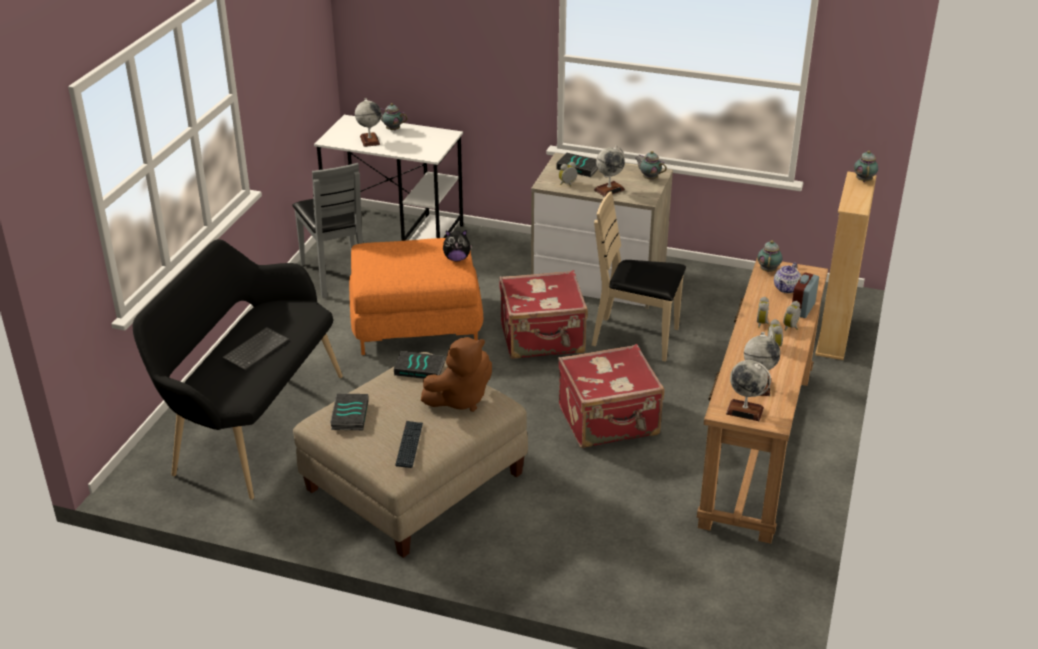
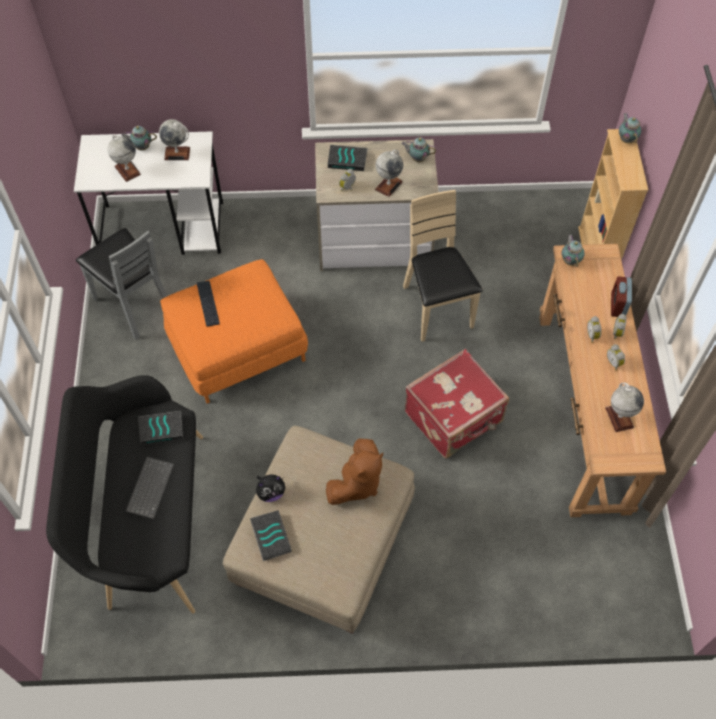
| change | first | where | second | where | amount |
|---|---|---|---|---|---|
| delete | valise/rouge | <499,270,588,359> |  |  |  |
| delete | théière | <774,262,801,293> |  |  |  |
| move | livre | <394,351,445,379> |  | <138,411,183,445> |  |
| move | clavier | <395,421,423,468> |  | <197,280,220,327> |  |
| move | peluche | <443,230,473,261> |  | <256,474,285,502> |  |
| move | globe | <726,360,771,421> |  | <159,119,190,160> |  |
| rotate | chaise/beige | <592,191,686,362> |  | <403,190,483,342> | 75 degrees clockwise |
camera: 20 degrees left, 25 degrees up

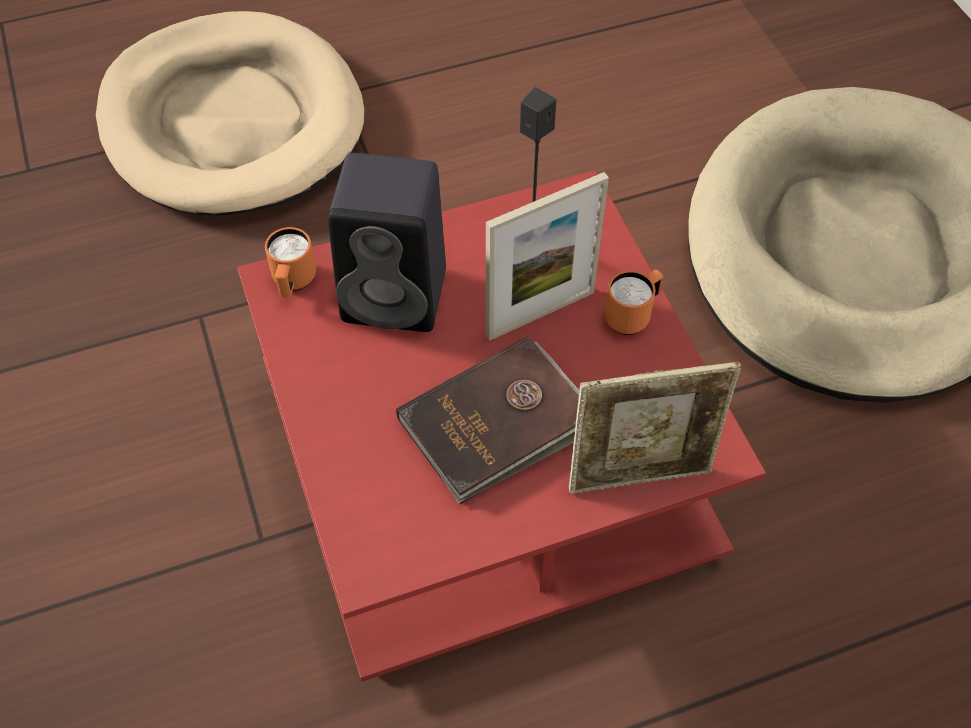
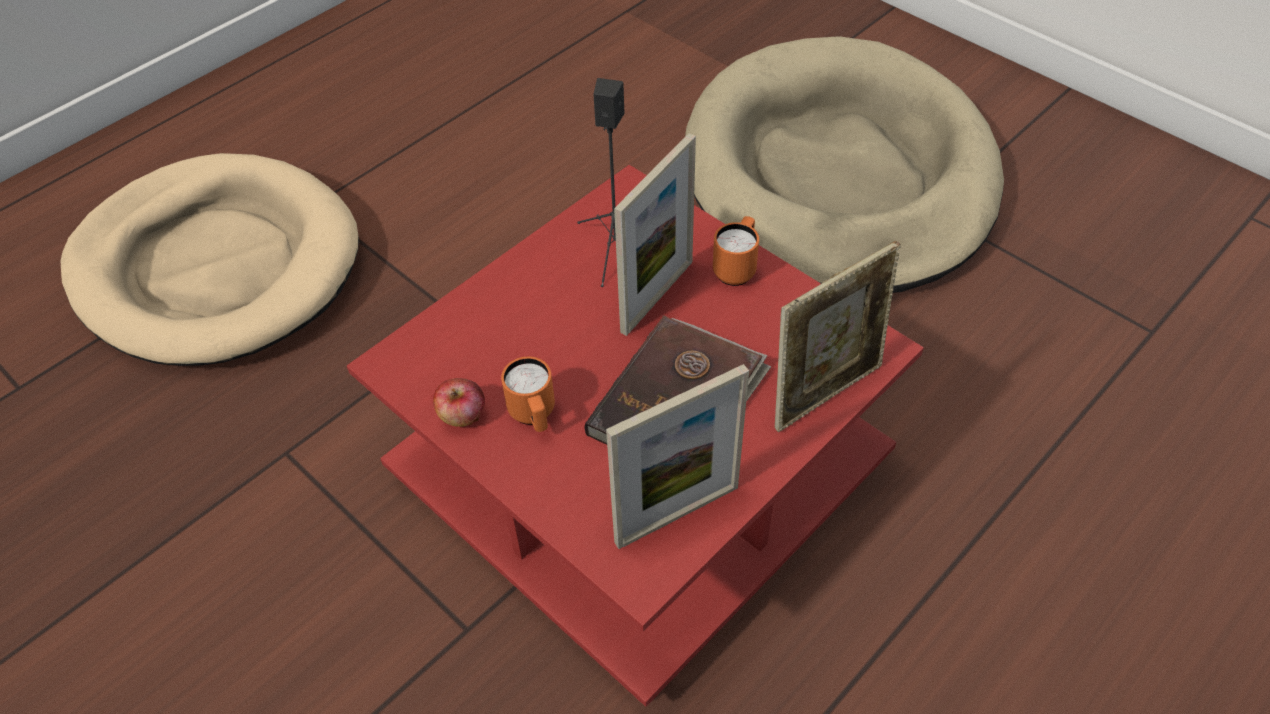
| change | first | where | second | where | amount |
|---|---|---|---|---|---|
| delete | enceinte/noir | <328,153,446,332> |  |  |  |
| insert |  |  | pomme | <433,378,485,427> |  |
| insert |  |  | cadre photo | <606,364,749,549> |  |
| move | mug/orange | <265,227,316,298> |  | <501,356,555,432> |  |
camera: 25 degrees left, 5 degrees down

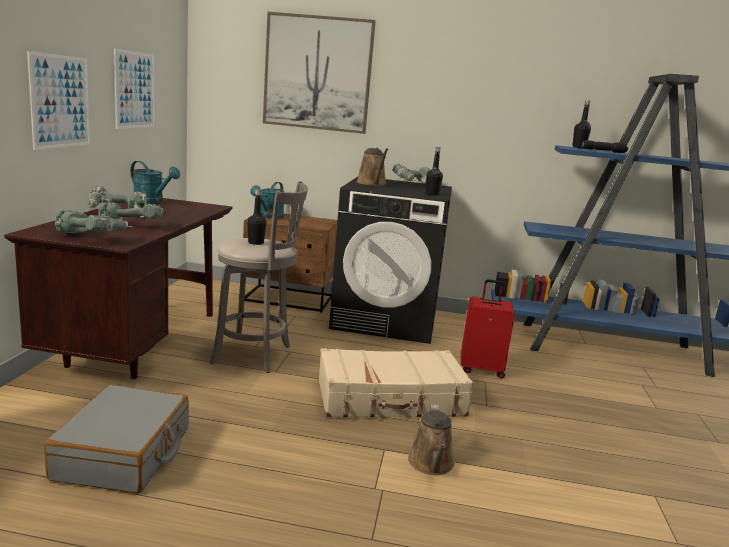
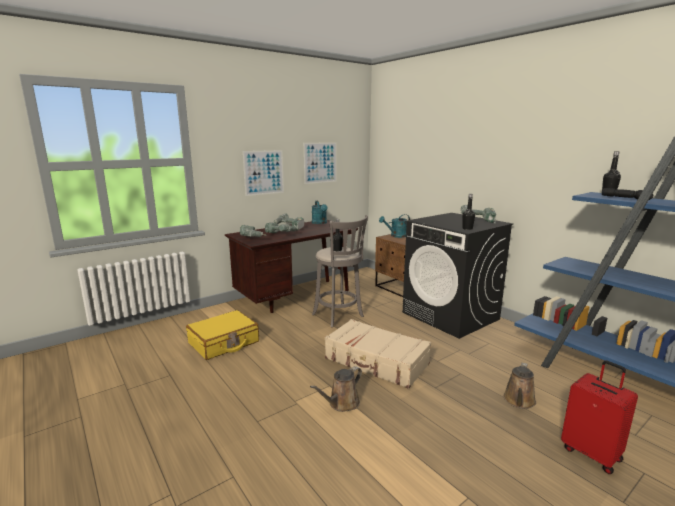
| change | first | where | second | where | amount |
|---|---|---|---|---|---|
| delete | tableau | <263,12,376,134> |  |  |  |
| move | arrosoir/marron | <356,148,388,186> |  | <503,363,536,409> |  |
| move | valise/rouge | <461,279,515,379> |  | <561,360,638,474> |  |
| recolor | valise/gris | <44,385,189,494> | valise/jaune | <186,310,259,360> |  |
camera: 45 degrees right, 0 degrees up

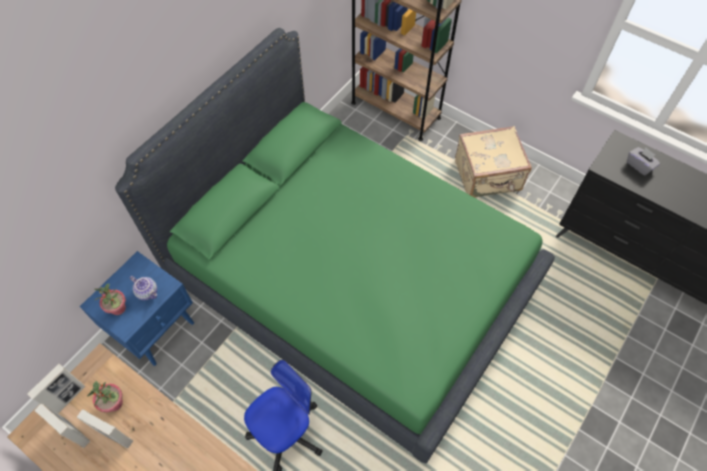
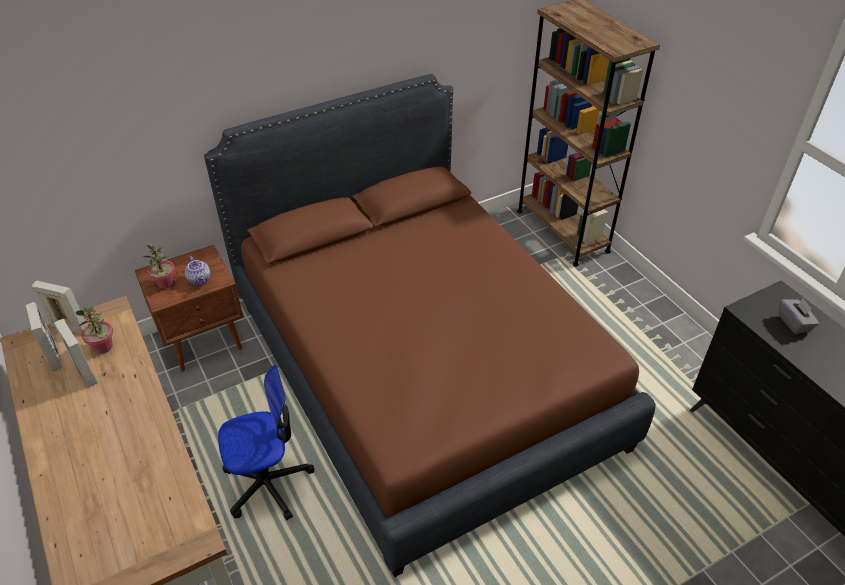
| change | first | where | second | where | amount |
|---|---|---|---|---|---|
| delete | valise/beige | <455,126,532,198> |  |  |  |
| recolor | table de chevet/bleu | <80,251,194,366> | table de chevet/marron | <135,245,243,372> |  |
| recolor | lit/vert | <115,28,555,463> | lit/marron | <204,74,656,577> |  |
| rotate | cadre photo | <27,364,85,413> |  | <31,281,87,334> | 135 degrees counterclockwise |
camera: 25 degrees right, 15 degrees down

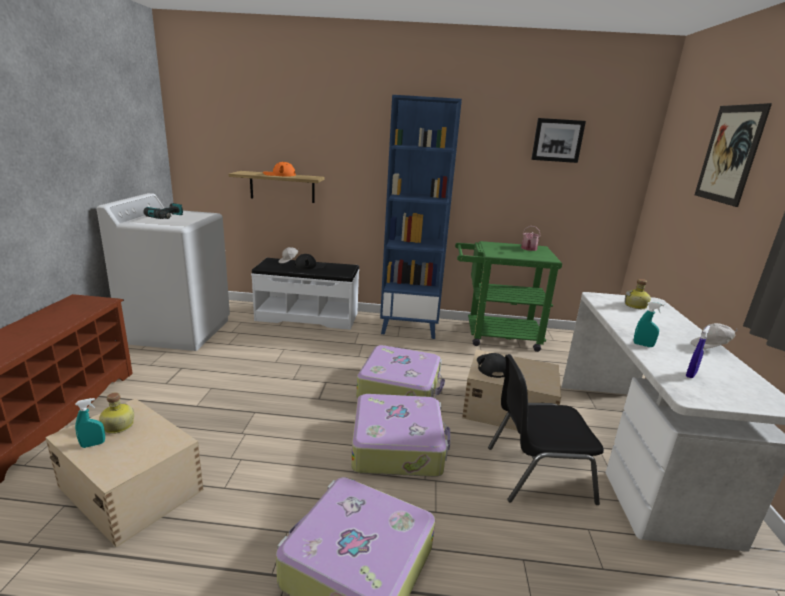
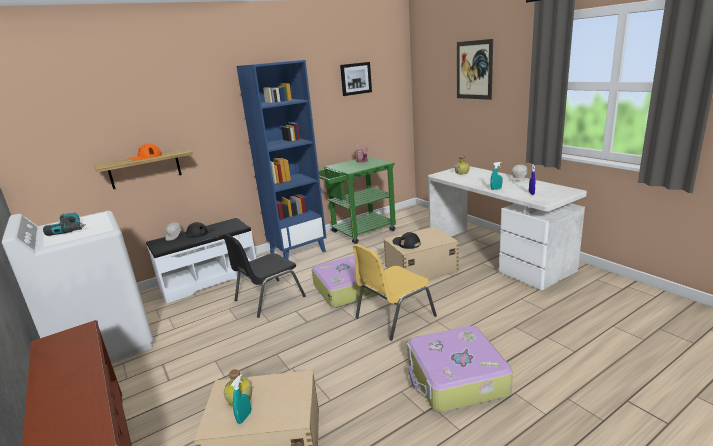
| change | first | where | second | where | amount |
|---|---|---|---|---|---|
| move | chaise/noir | <488,354,604,505> |  | <223,233,306,318> |  |
| replace | valise | <351,394,450,477> | chaise/jaune | <353,244,437,341> |  |
camera: 35 degrees left, 0 degrees up

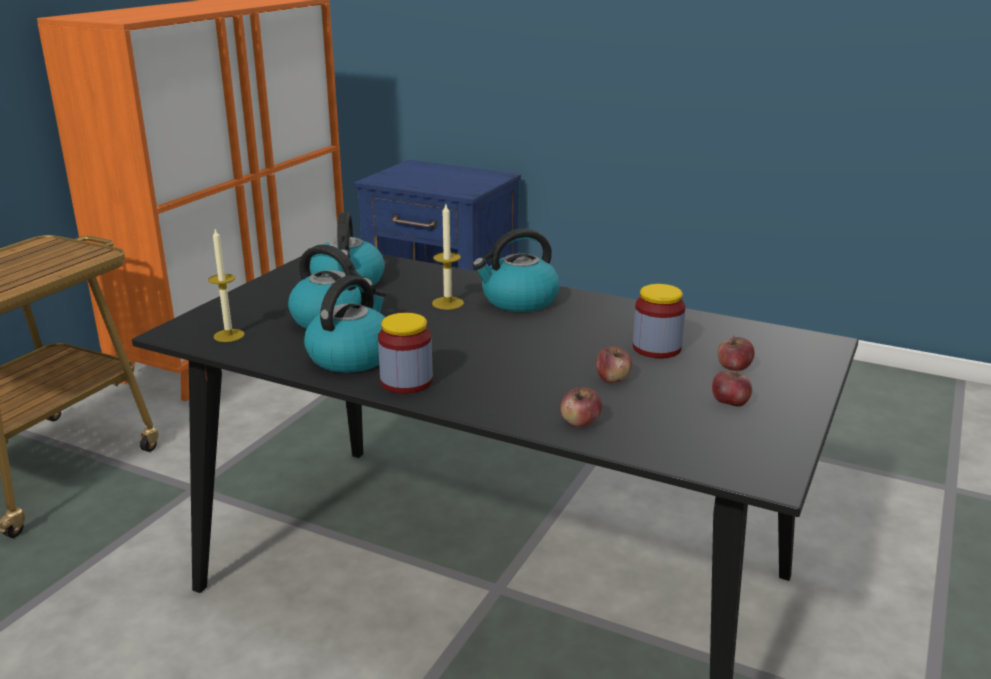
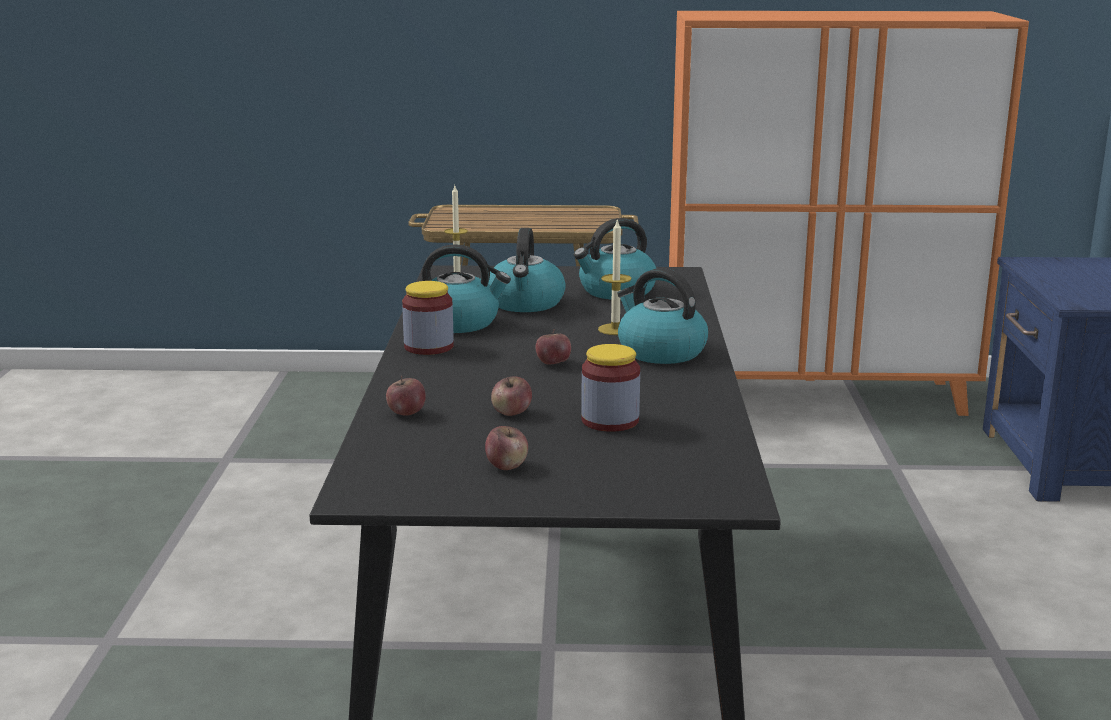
| change | first | where | second | where | amount |
|---|---|---|---|---|---|
| move | pomme | <718,336,754,371> |  | <536,329,571,365> |  |
camera: 65 degrees right, 5 degrees down

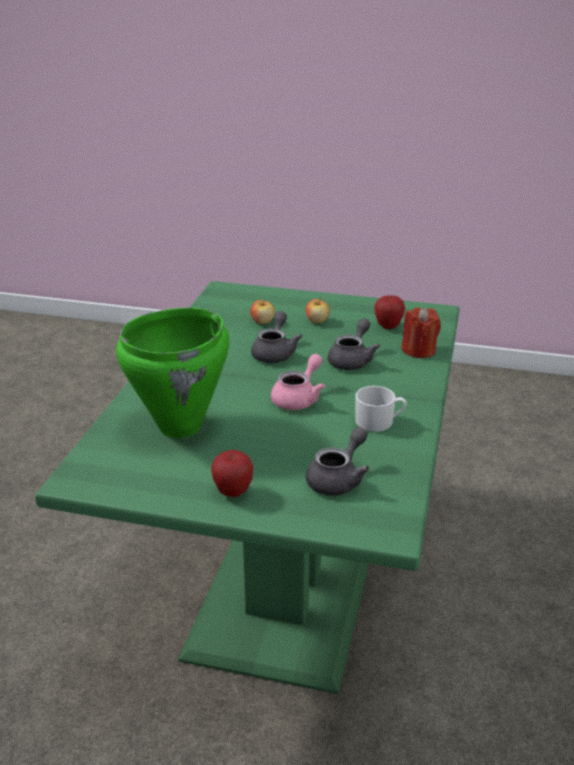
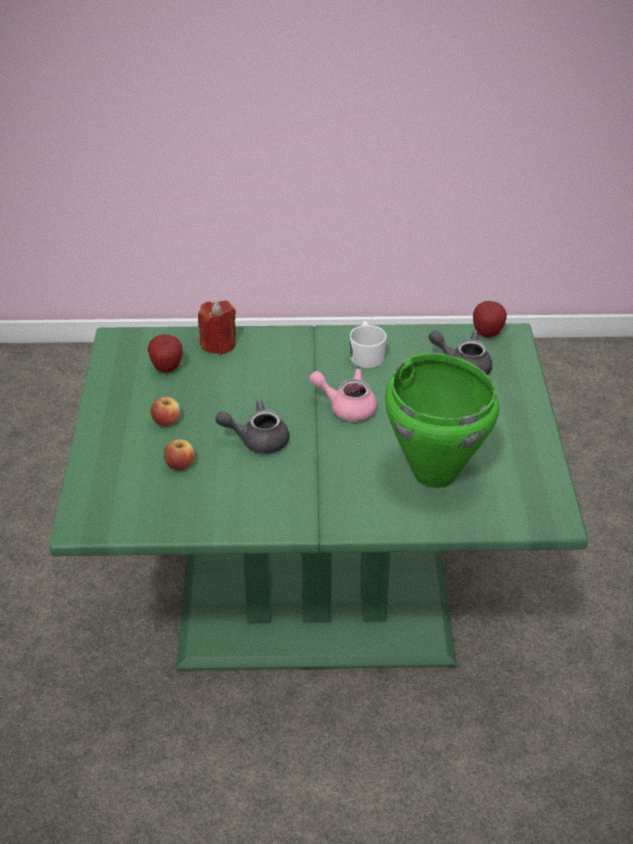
| change | first | where | second | where | amount |
|---|---|---|---|---|---|
| delete | théière/gris | <328,318,380,370> |  |  |  |
| move | pomme | <211,450,253,497> |  | <473,301,507,337> |  |
camera: 105 degrees left, 10 degrees up

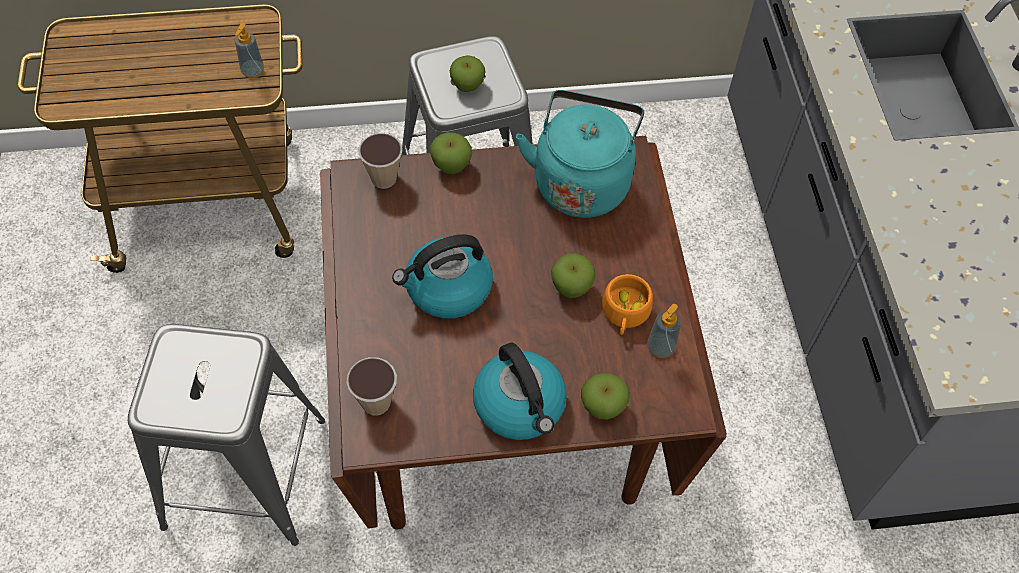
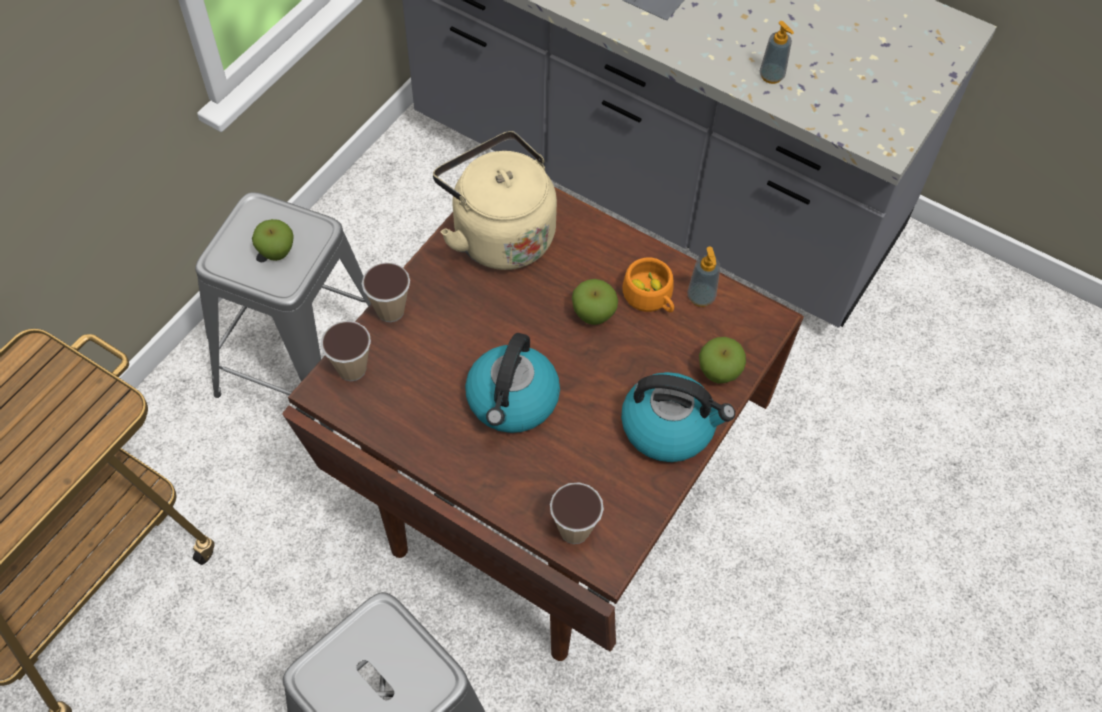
| change | first | where | second | where | amount |
|---|---|---|---|---|---|
| move | distributeur de savon | <235,22,264,78> |  | <760,21,794,84> |  |
| replace | pomme | <430,132,472,174> | tasse | <362,263,410,322> |  |
| recolor | bouilloire/turquoise | <516,90,644,218> | bouilloire/beige | <433,131,557,270> |  |
camera: 50 degrees left, 0 degrees up

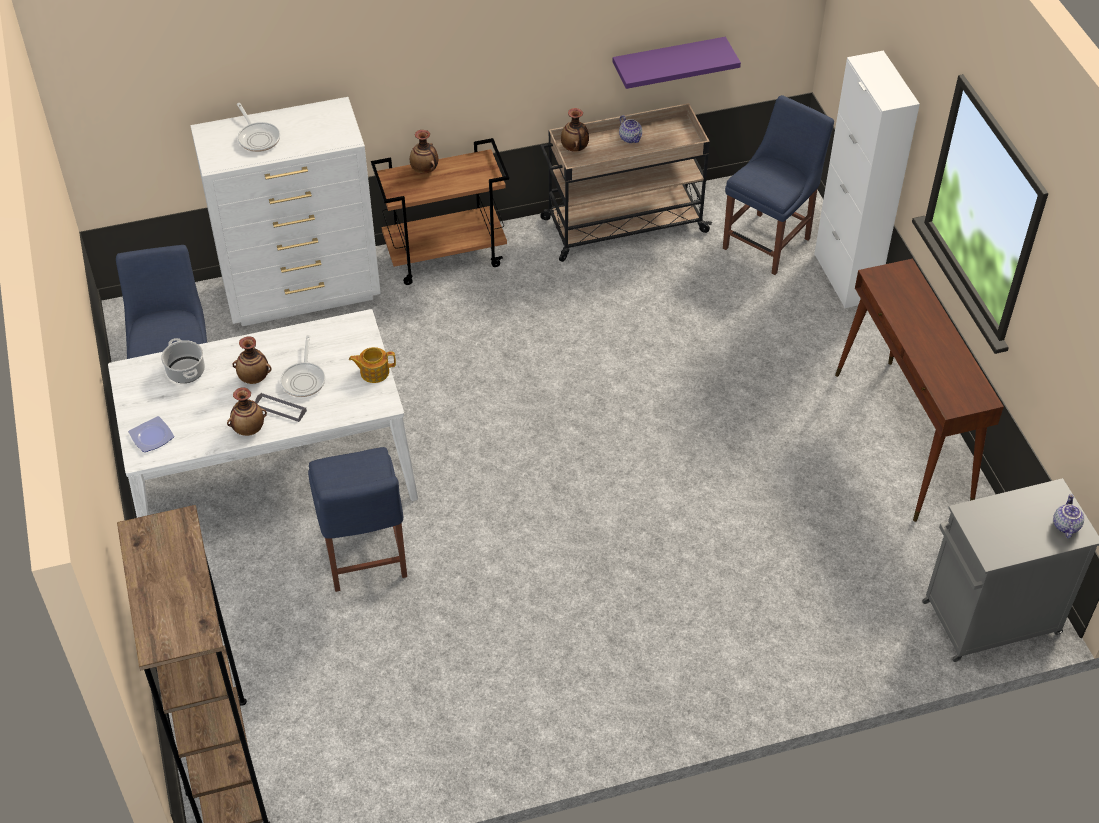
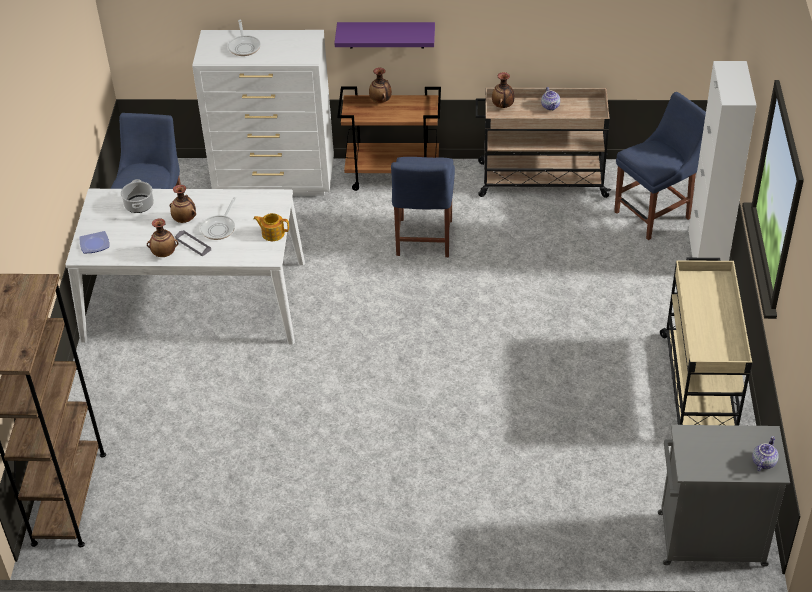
| change | first | where | second | where | amount |
|---|---|---|---|---|---|
| move | chaise/bleu | <308,447,407,592> |  | <391,157,455,257> |  |
| move | étagère/violet | <613,37,741,89> |  | <334,22,435,48> |  |
| replace | table console/marron | <835,259,1004,522> | chariot/beige | <660,258,752,426> |  |
camera: 20 degrees right, 5 degrees down

